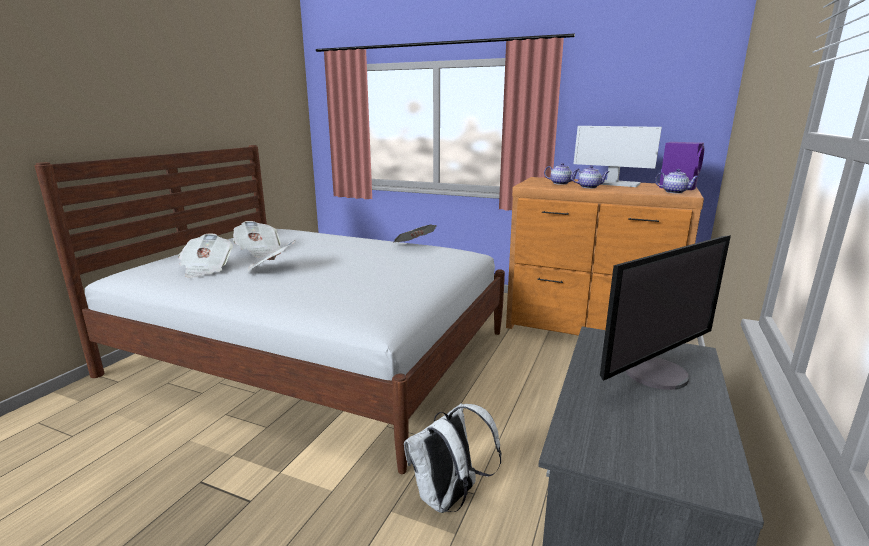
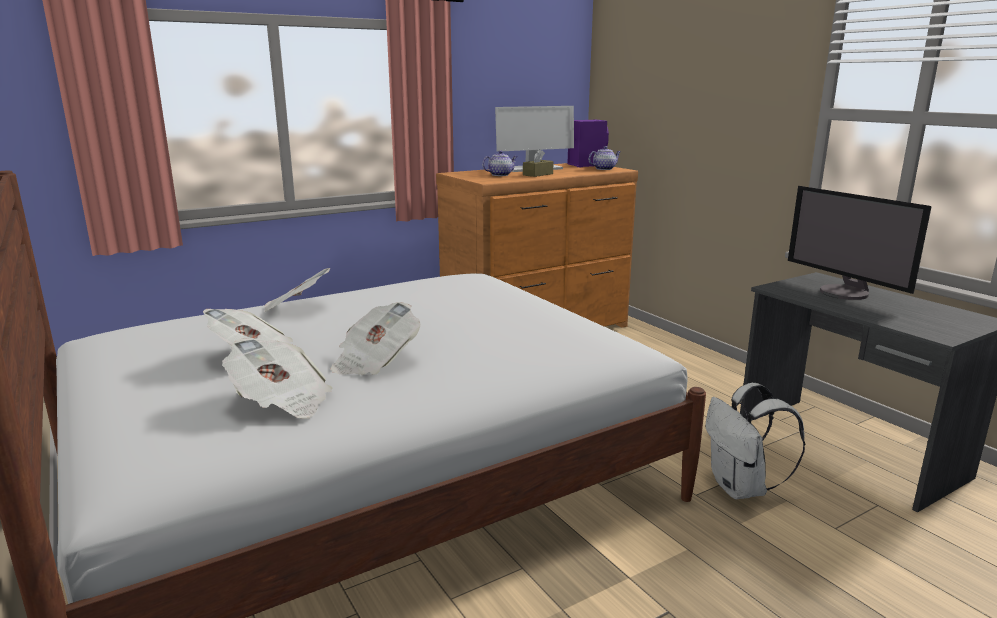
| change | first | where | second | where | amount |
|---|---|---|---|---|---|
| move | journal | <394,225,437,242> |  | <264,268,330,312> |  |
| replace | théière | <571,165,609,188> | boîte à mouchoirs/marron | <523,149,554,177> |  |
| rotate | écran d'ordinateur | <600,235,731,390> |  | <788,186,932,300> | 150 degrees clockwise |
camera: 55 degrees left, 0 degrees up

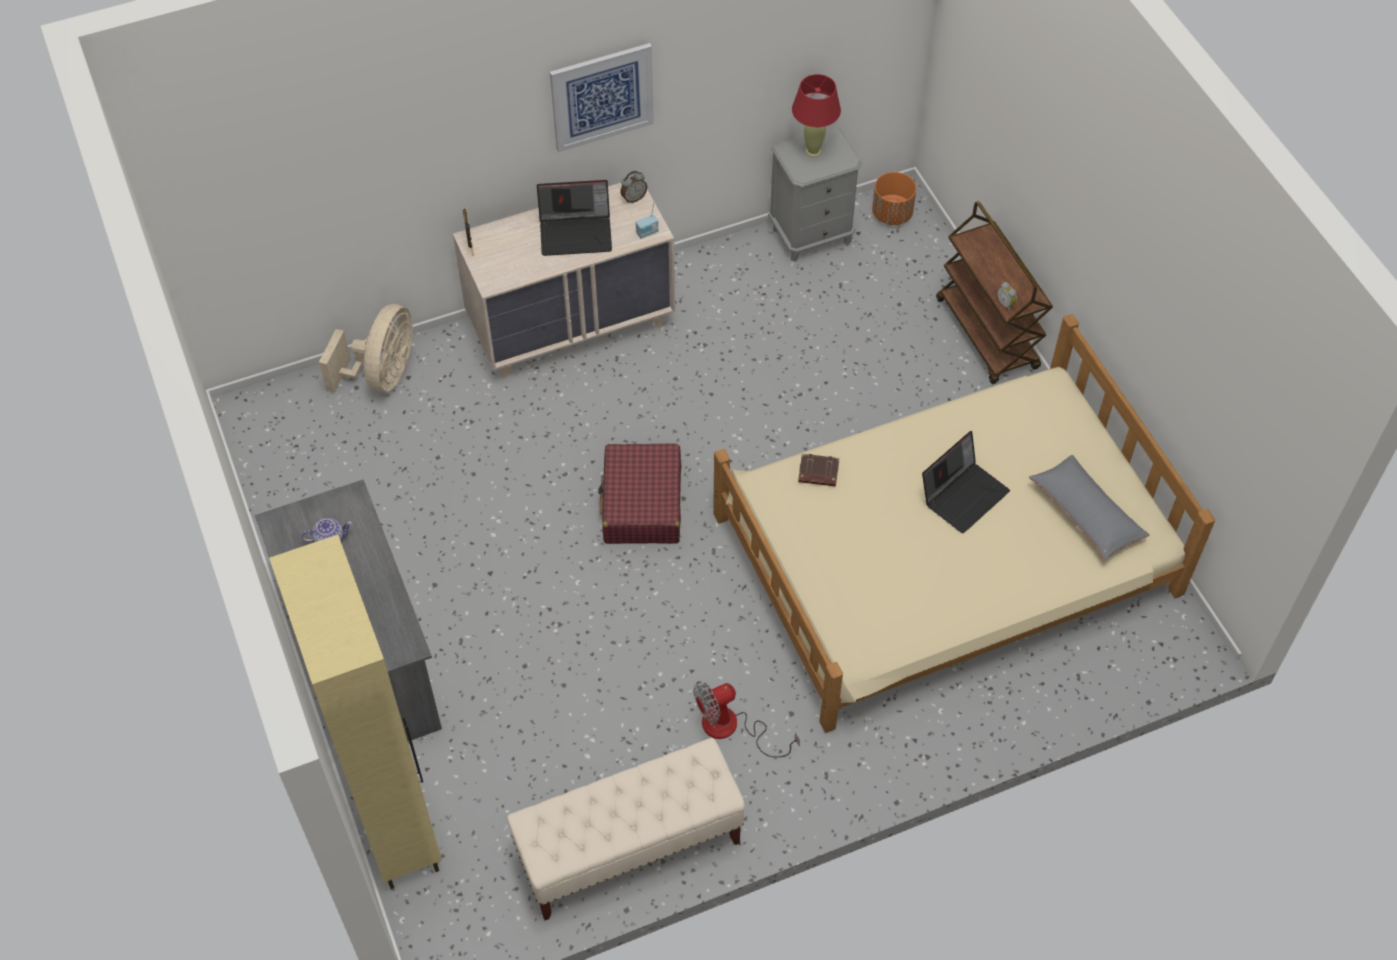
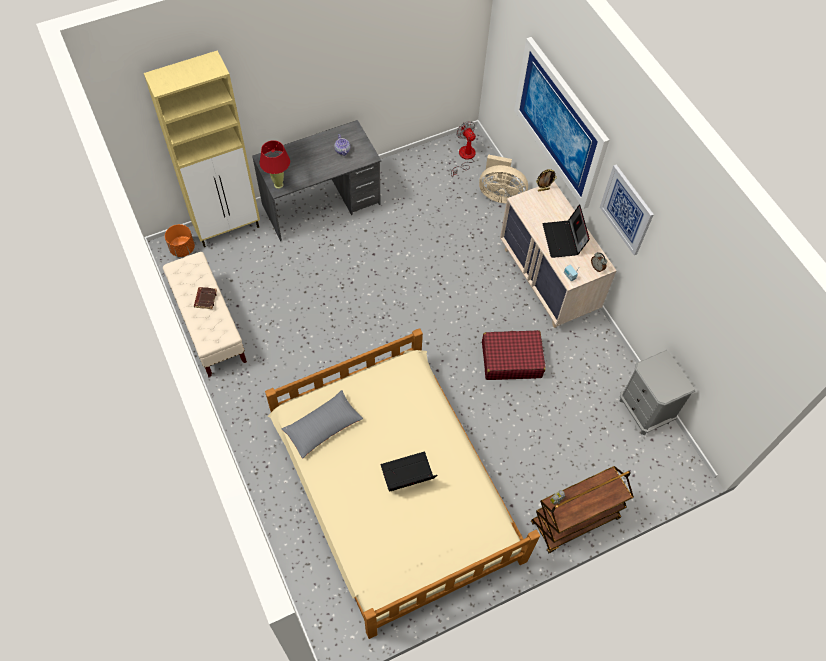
| change | first | where | second | where | amount |
|---|---|---|---|---|---|
| insert |  |  | tableau | <514,37,609,209> |  |
| move | valise/rouge | <598,443,682,544> |  | <482,330,546,380> |  |
| move | ventilateur | <694,681,800,758> |  | <451,121,476,178> |  |
| move | lampe de table/rouge | <792,74,841,157> |  | <260,140,290,189> |  |
| move | livre/marron | <798,454,840,487> |  | <194,287,217,309> |  |
| move | cache-pot/orange | <872,172,916,225> |  | <165,224,195,257> |  |
| move | coussin/gris | <1029,455,1149,559> |  | <282,390,363,459> |  |
| rotate | ordinateur portable | <922,431,1010,534> |  | <381,452,438,492> | 120 degrees clockwise |
camera: 85 degrees right, 5 degrees up

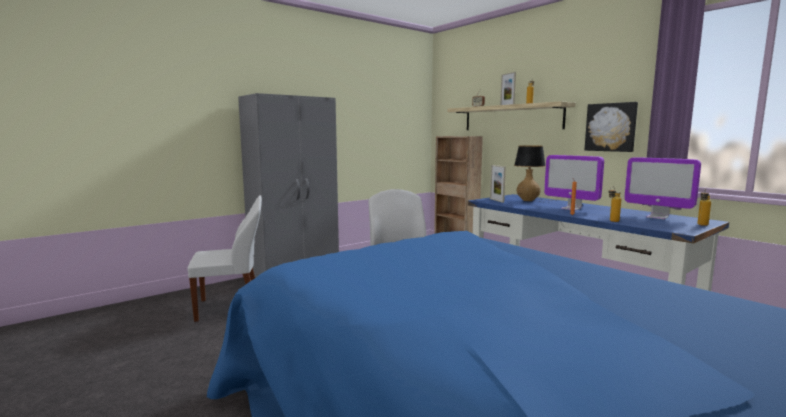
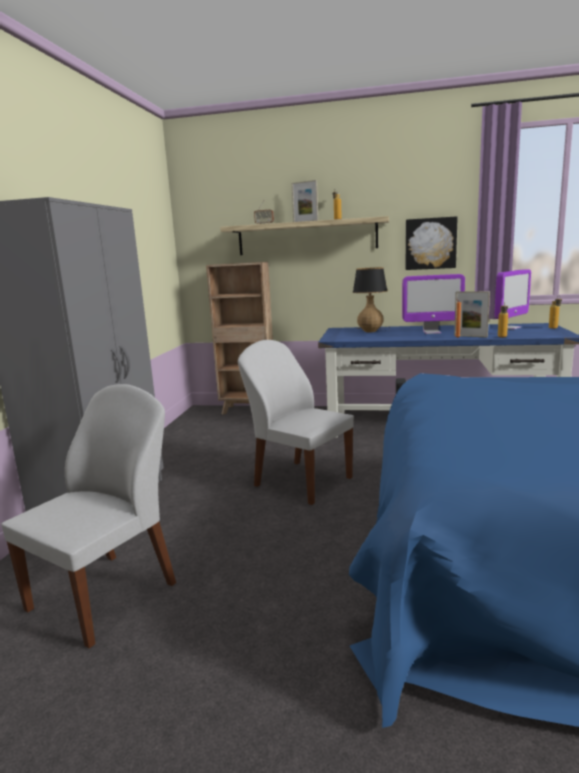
| change | first | where | second | where | amount |
|---|---|---|---|---|---|
| move | cadre photo | <490,165,506,203> |  | <454,291,490,337> |  |
| rotate | écran d'ordinateur | <624,157,701,219> |  | <494,269,531,329> | 45 degrees counterclockwise |
camera: 40 degrees left, 5 degrees up

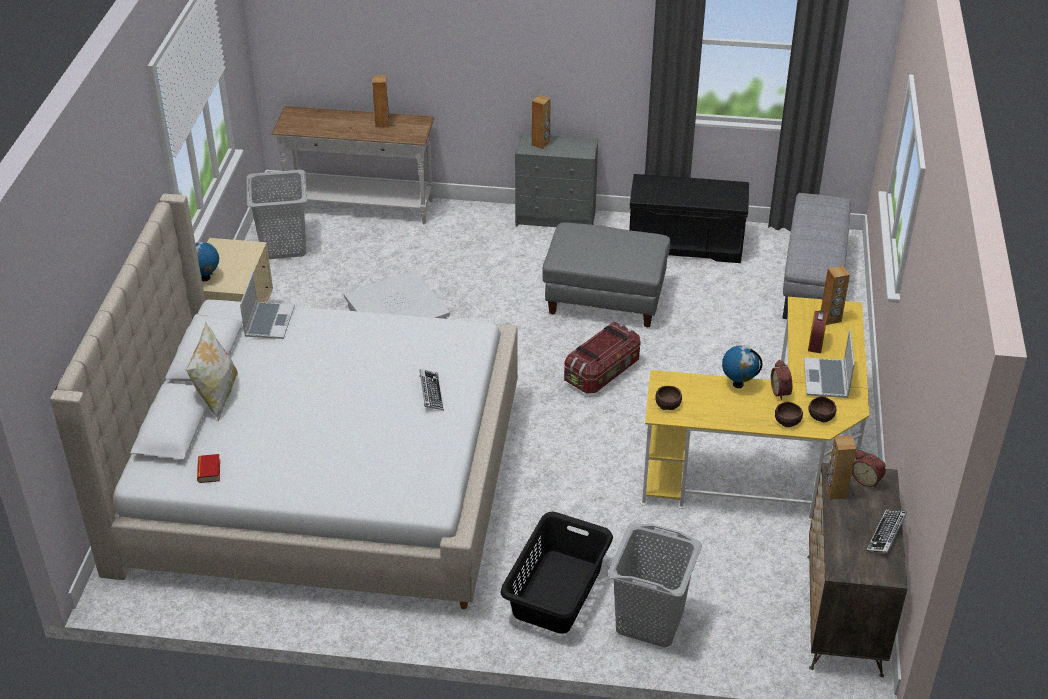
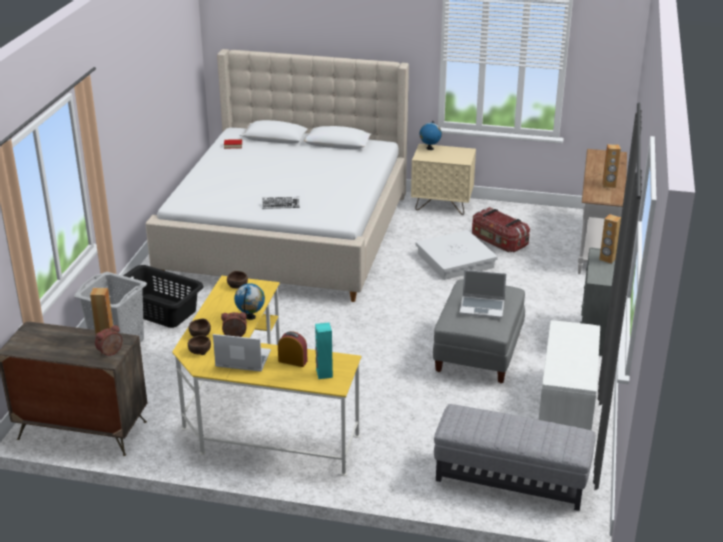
| change | first | where | second | where | amount |
|---|---|---|---|---|---|
| delete | coussin | <186,322,238,421> |  |  |  |
| delete | panier à linge/gris | <246,170,307,259> |  |  |  |
| delete | clavier | <866,509,907,553> |  |  |  |
| move | ordinateur portable | <240,272,295,339> |  | <459,270,506,319> |  |
| move | boîte de rangement | <564,322,640,393> |  | <472,207,530,253> |  |
| recolor | banc/noir | <629,174,749,263> | banc/blanc | <539,320,600,430> |  |
| recolor | enceinte/marron | <821,266,850,325> | enceinte/turquoise | <315,323,333,379> |  |
camera: 95 degrees right, 10 degrees down

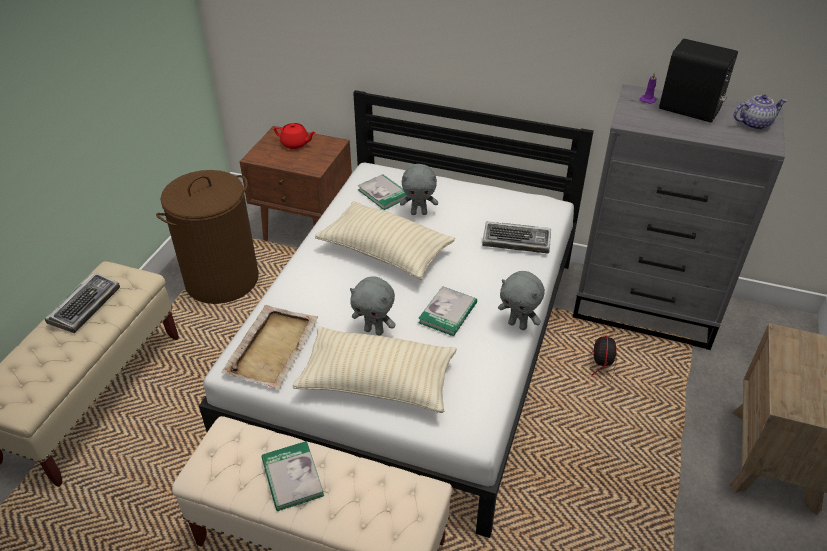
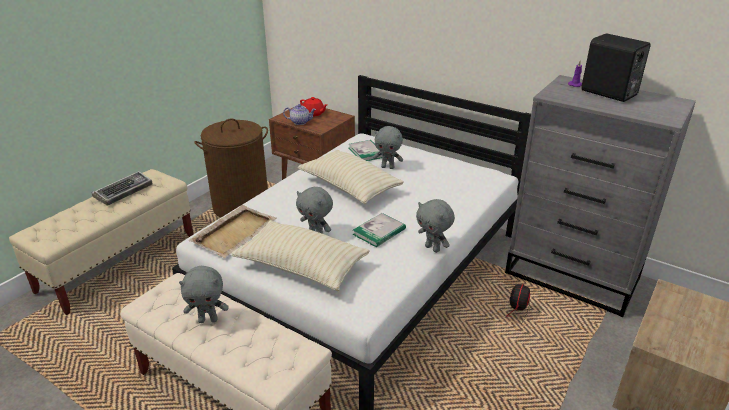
| change | first | where | second | where | amount |
|---|---|---|---|---|---|
| delete | clavier | <482,221,551,254> |  |  |  |
| move | théière | <733,95,787,130> |  | <283,104,316,125> |  |
| replace | livre | <262,441,324,511> | peluche/gris | <179,266,229,323> |  |
camera: 15 degrees right, 10 degrees down

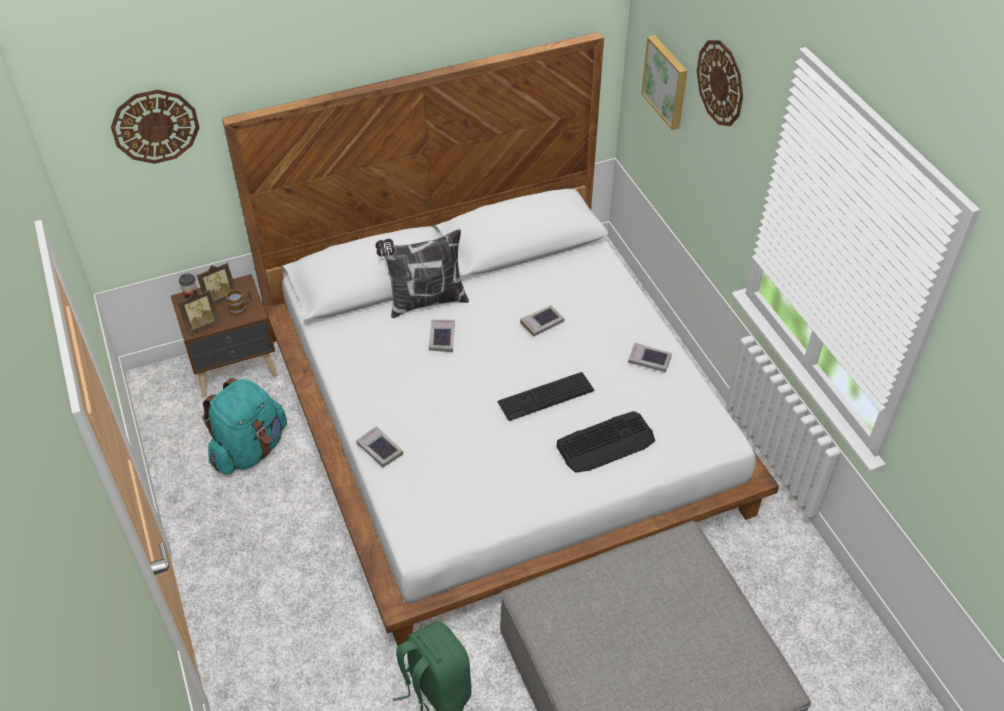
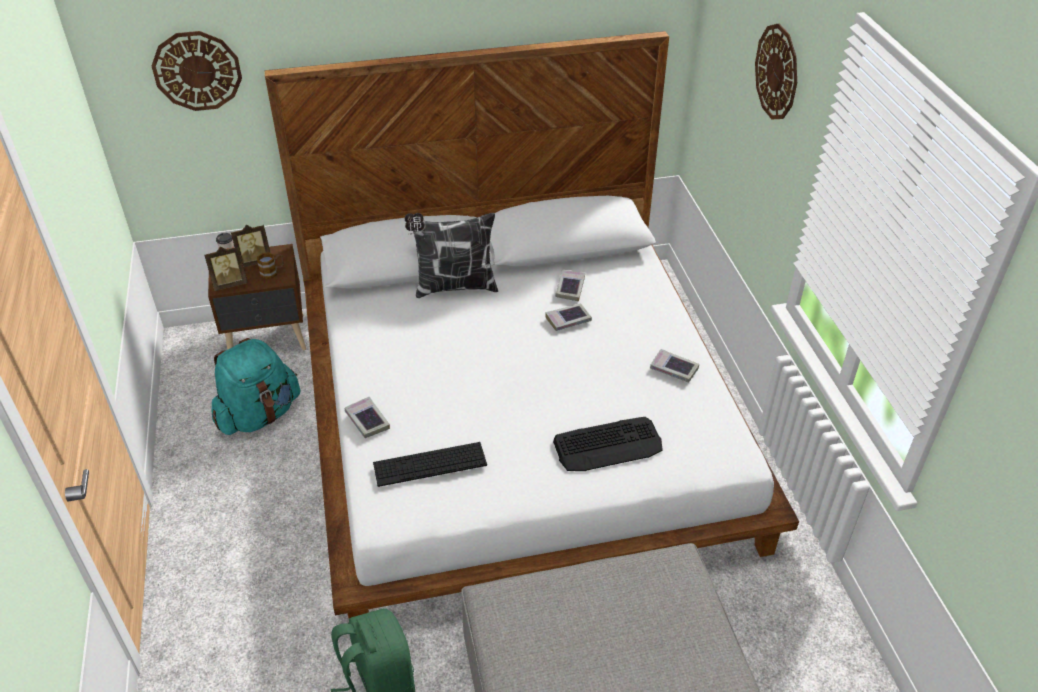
| change | first | where | second | where | amount |
|---|---|---|---|---|---|
| delete | tableau | <641,35,688,130> |  |  |  |
| move | livre | <429,320,455,352> |  | <555,270,585,302> |  |
| move | clavier | <498,372,594,421> |  | <373,442,487,487> |  |
camera: 10 degrees right, 5 degrees down

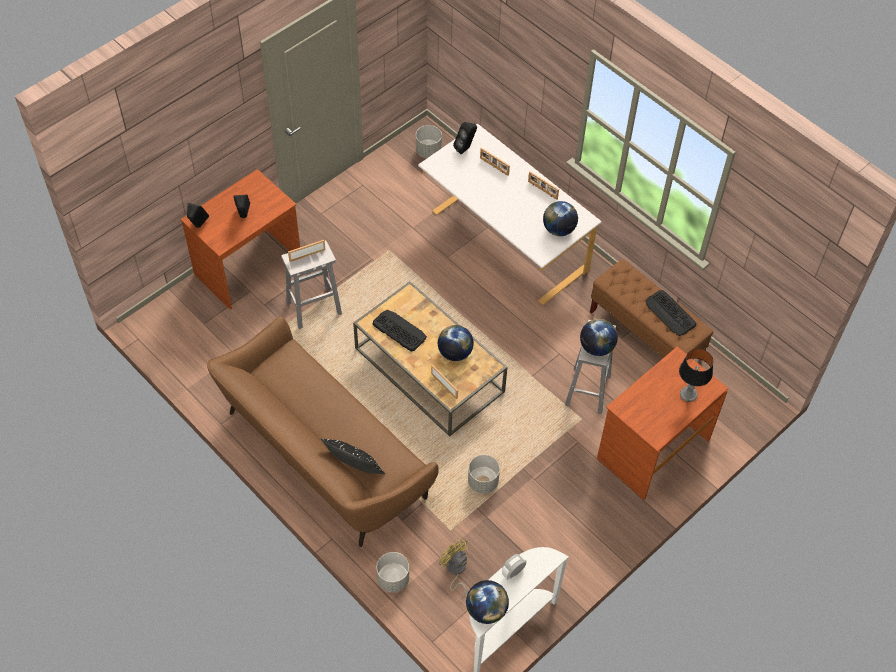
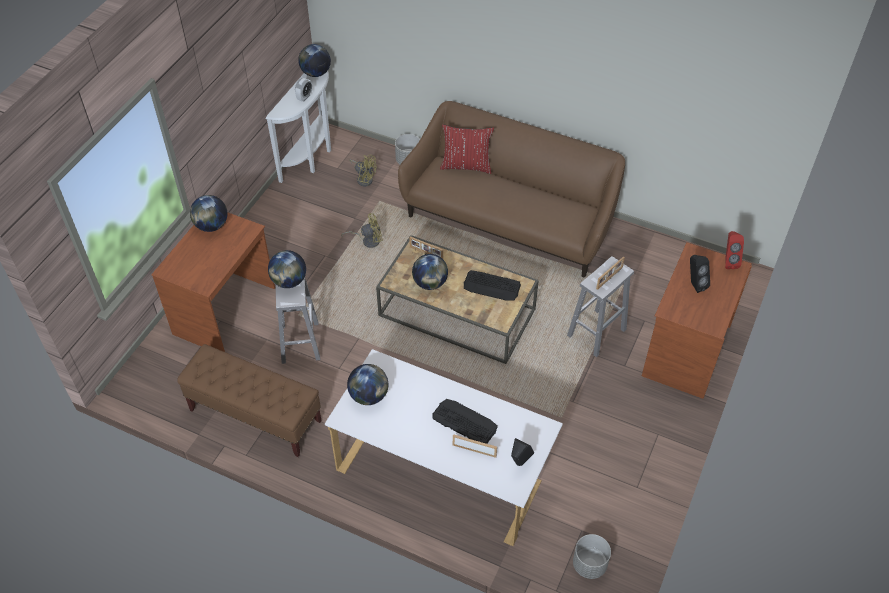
| change | first | where | second | where | amount |
|---|---|---|---|---|---|
| delete | cadre photo | <528,171,559,200> |  |  |  |
| delete | lampe de table | <679,349,713,402> |  |  |  |
| insert |  |  | globe | <190,195,227,232> |  |
| move | clavier | <645,290,696,336> |  | <432,399,498,444> |  |
| replace | cache-pot/gris | <468,455,500,494> | ventilateur/jaune | <341,213,383,248> |  |
| recolor | enceinte/noir | <187,203,209,228> | enceinte/rouge | <725,231,744,269> |  |
| recolor | coussin/noir | <321,438,385,475> | coussin/rouge | <440,124,494,174> |  |
camera: 160 degrees right, 5 degrees down

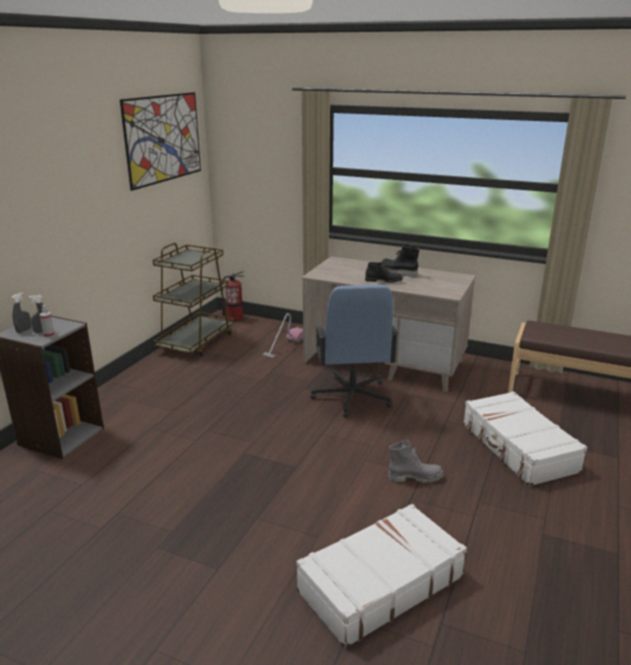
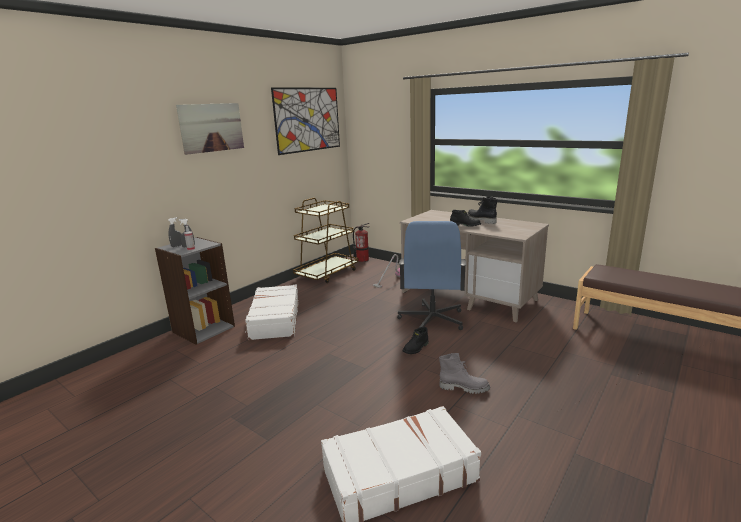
| change | first | where | second | where | amount |
|---|---|---|---|---|---|
| insert |  |  | tableau | <176,103,244,155> |  |
| insert |  |  | botte/noir | <403,327,428,354> |  |
| move | valise/blanc | <463,391,588,486> |  | <245,284,299,340> |  |
camera: 15 degrees right, 5 degrees down

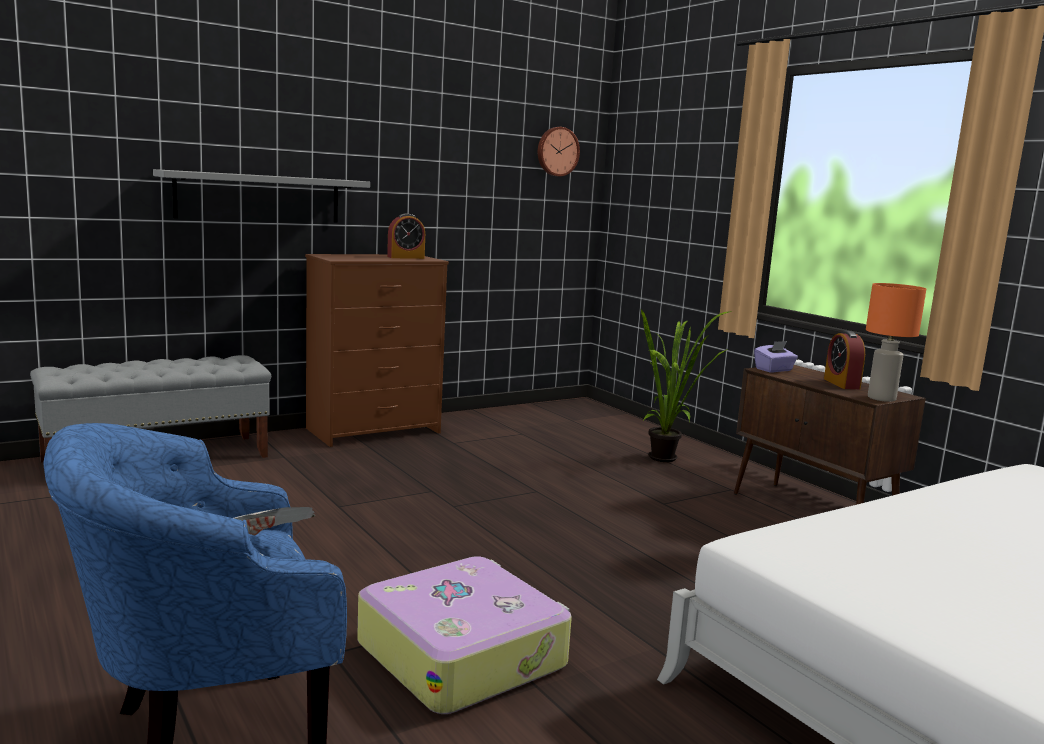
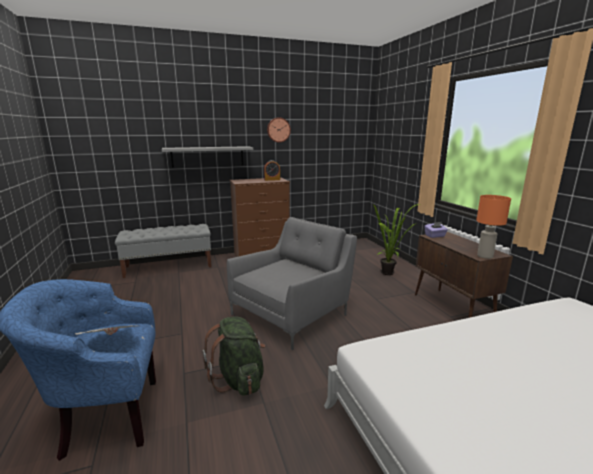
| change | first | where | second | where | amount |
|---|---|---|---|---|---|
| delete | réveil | <824,331,865,389> |  |  |  |
| insert |  |  | fauteuil/gris | <227,217,357,351> |  |
| move | horloge murale | <538,127,580,176> |  | <267,117,291,143> |  |
| replace | valise | <357,556,572,714> | sac à dos/vert | <203,316,265,396> |  |
camera: 15 degrees right, 5 degrees up

